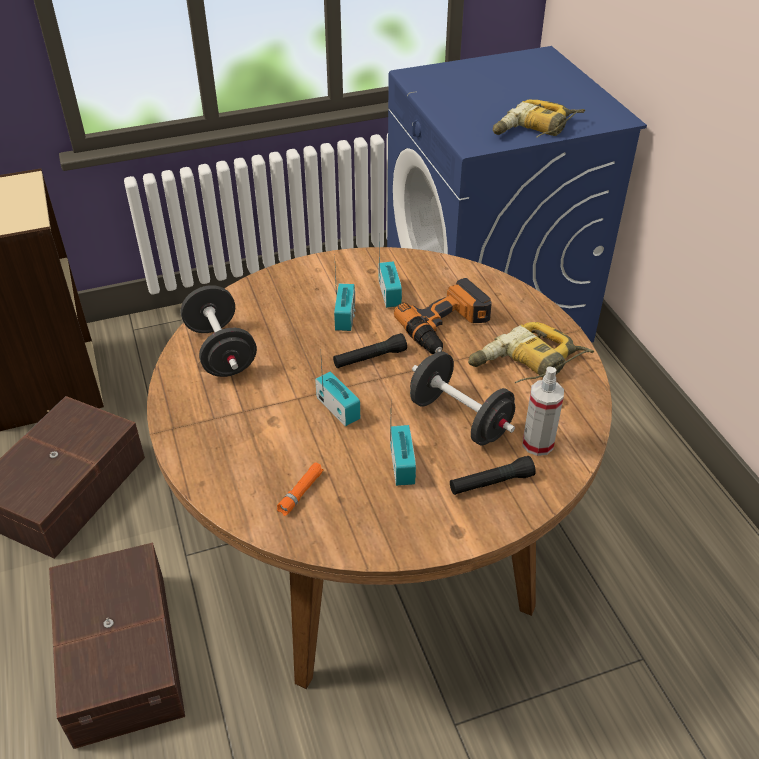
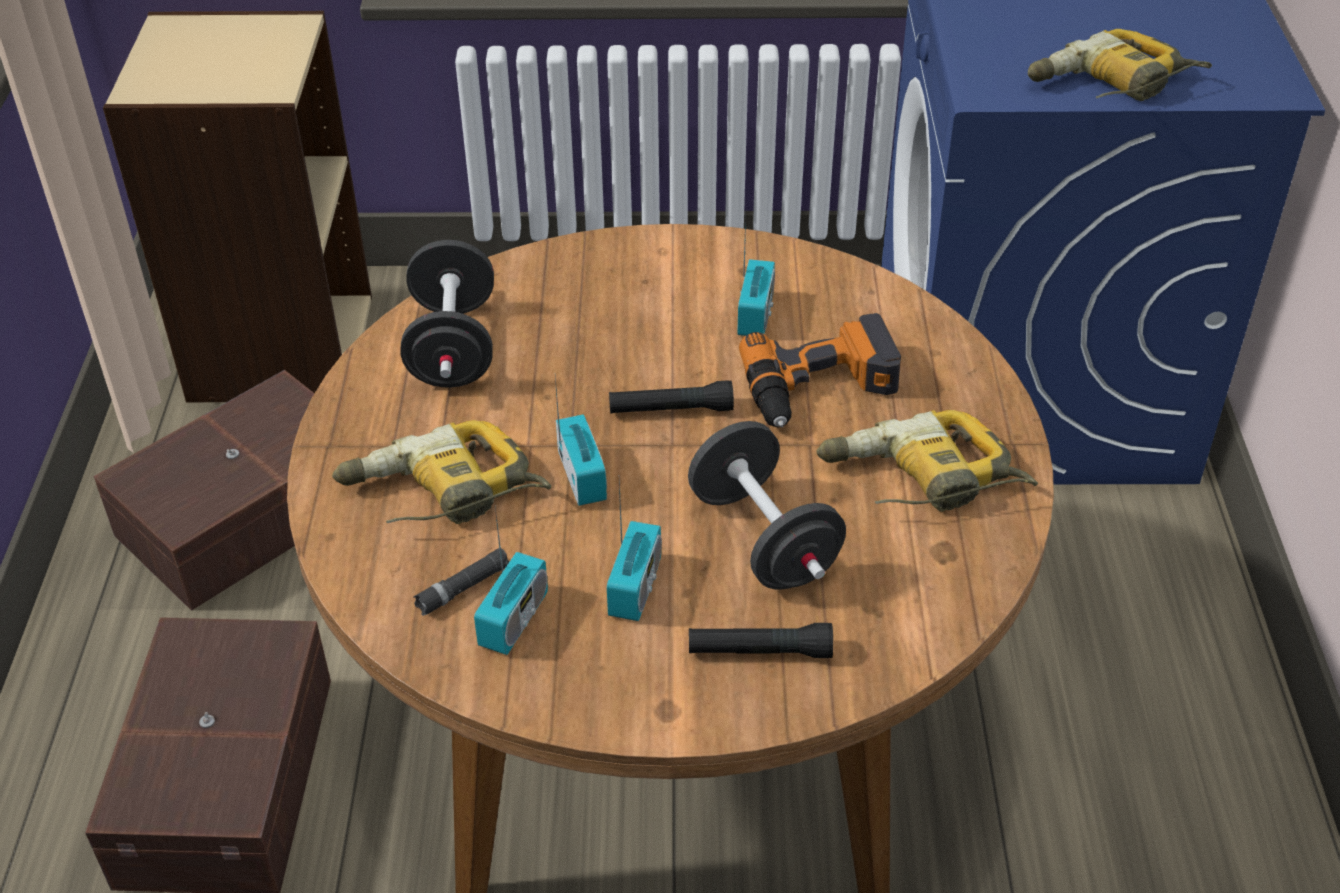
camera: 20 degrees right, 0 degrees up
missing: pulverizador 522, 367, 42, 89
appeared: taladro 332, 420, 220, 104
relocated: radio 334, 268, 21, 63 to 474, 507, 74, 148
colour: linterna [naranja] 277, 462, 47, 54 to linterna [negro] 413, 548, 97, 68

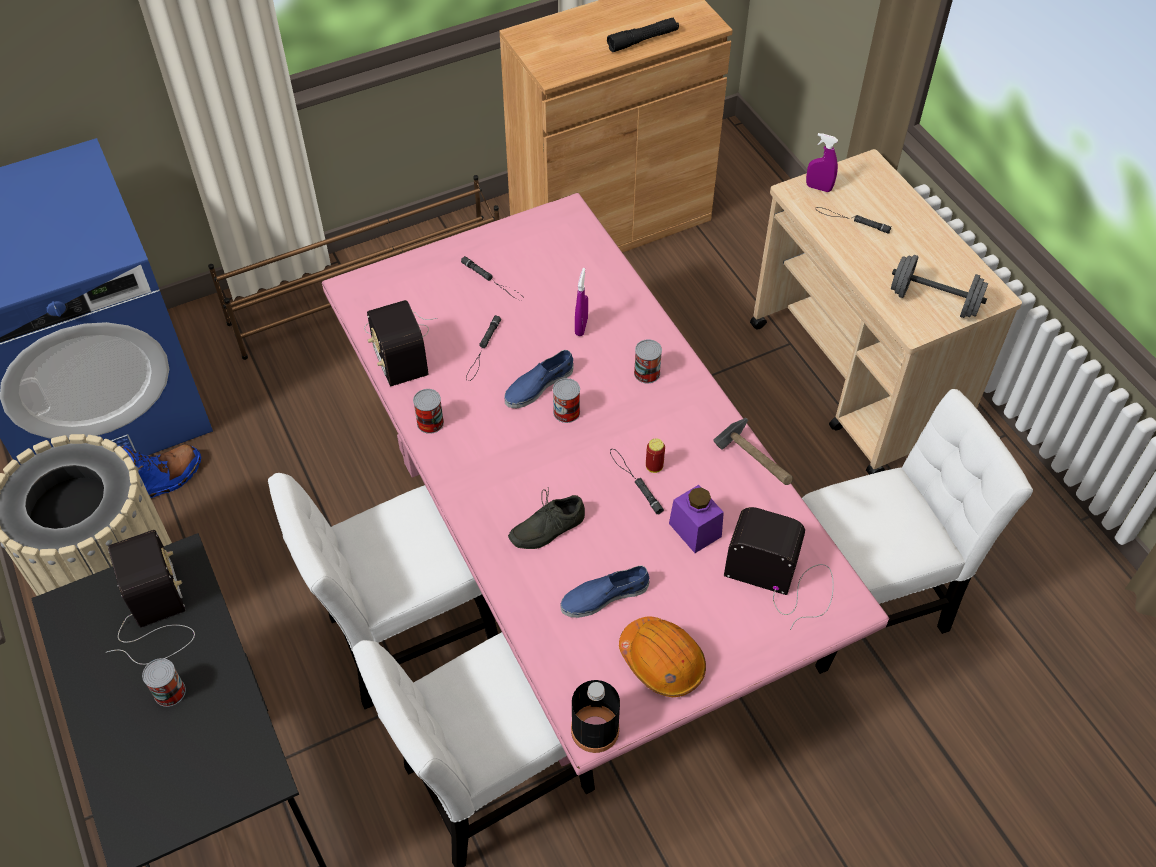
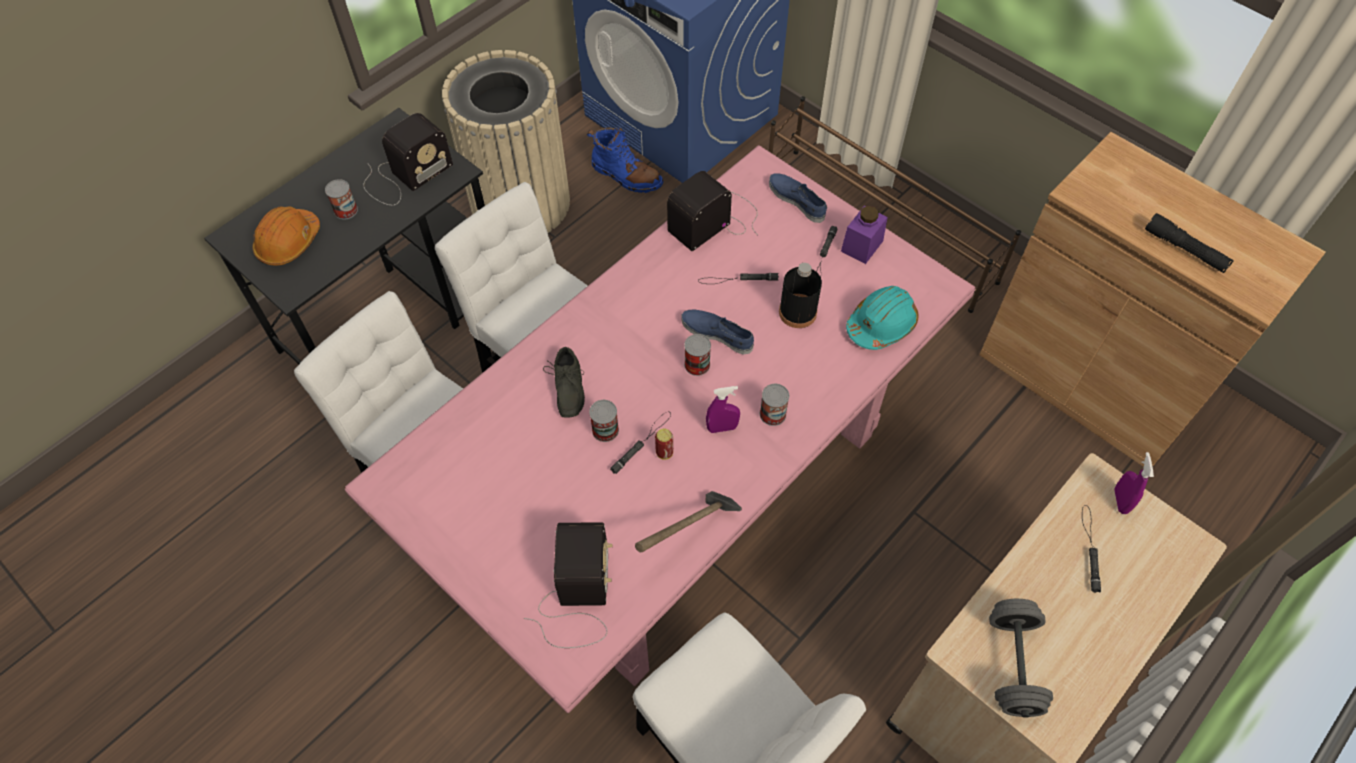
camera: 70 degrees right, 5 degrees up
appeared: casco [turquesa] 846, 286, 73, 64
relocated: casco [naranja] 619, 616, 87, 81 to 253, 206, 67, 59; lata 413, 389, 31, 45 to 589, 400, 30, 42; pulverizador [morado] 575, 268, 13, 68 to 706, 386, 34, 47; zapato [azul] 560, 565, 89, 53 to 769, 173, 58, 50; botella [negro] 571, 680, 49, 73 to 779, 263, 43, 65; tarro [morado] 669, 485, 55, 68 to 841, 206, 47, 58
spun: zapato [gris] 508, 487, 77, 62 = 543, 347, 42, 70 135 degrees counterclockwise

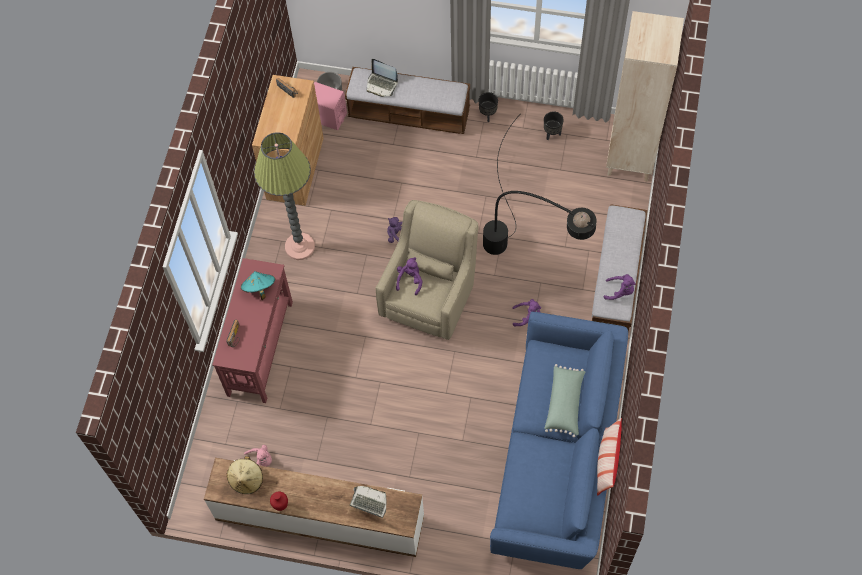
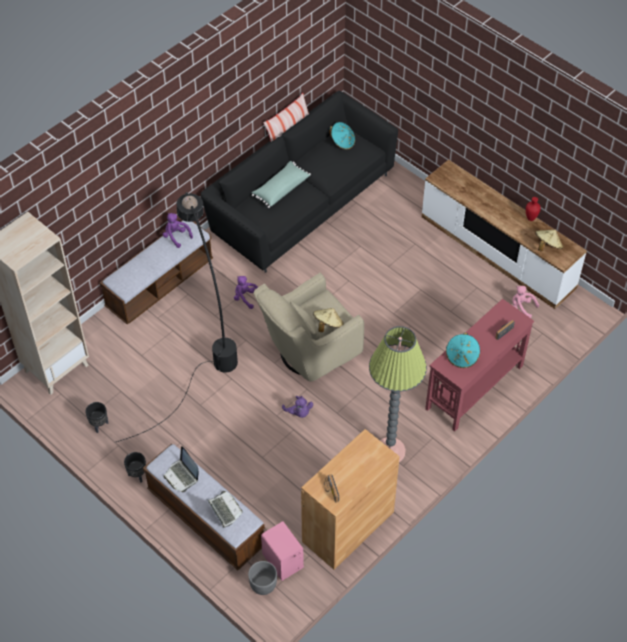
camera: 150 degrees left, 10 degrees down
appeared: sombrero [turquesa] 329, 122, 26, 28
relocated: portátil 350, 486, 36, 32 to 164, 446, 35, 46
exchanged: peluche [morado] 396, 257, 27, 38 to sombrero [beis] 313, 308, 31, 24
colour: sofá [azul] 490, 312, 138, 257 to sofá [negro] 201, 91, 197, 182

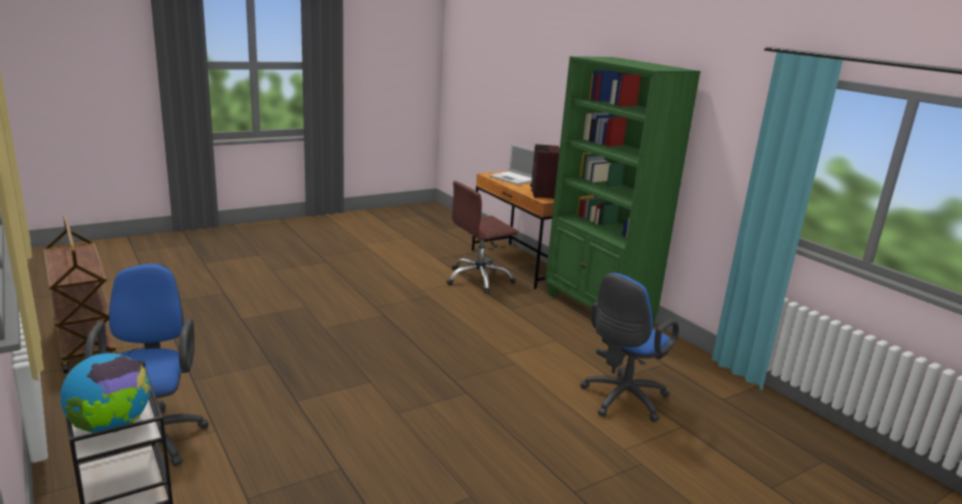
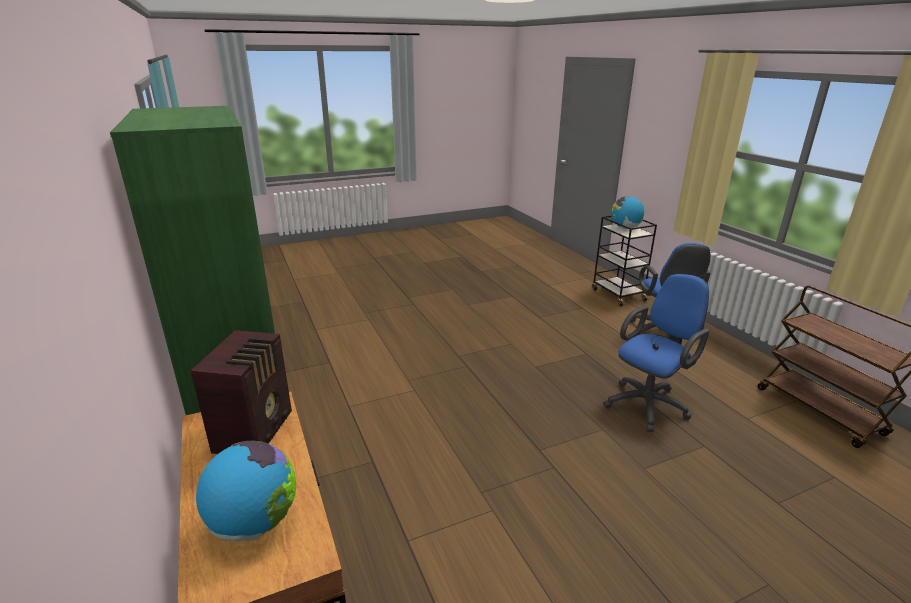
camera: 170 degrees left, 5 degrees up
missing: silla de oficina [marrón] 447, 181, 70, 113
relocated: silla de oficina [azul] 580, 273, 99, 149 to 603, 274, 106, 158
exchanged: portátil 490, 144, 44, 41 to globo terráqueo 196, 441, 100, 100

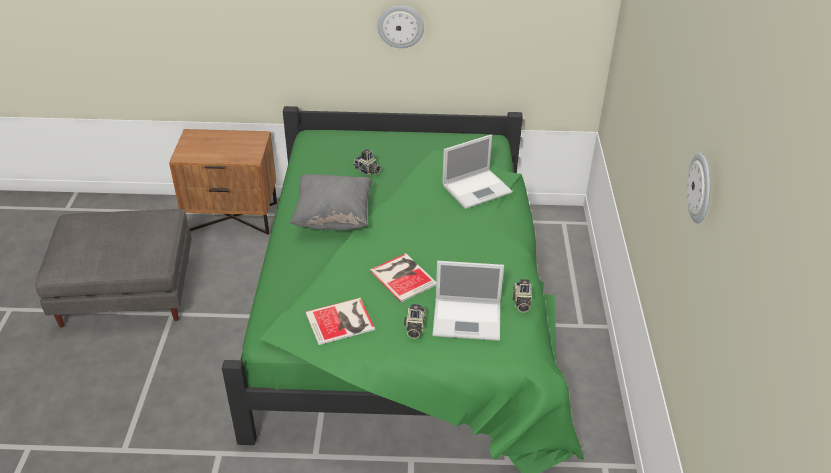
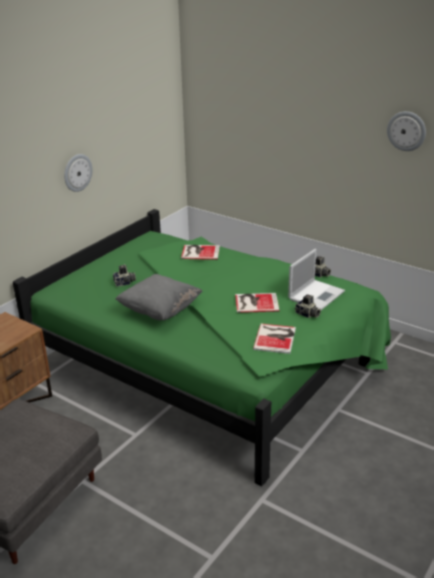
camera: 55 degrees left, 10 degrees down
exchanged: portátil 442, 135, 71, 74 to libro 181, 245, 39, 15

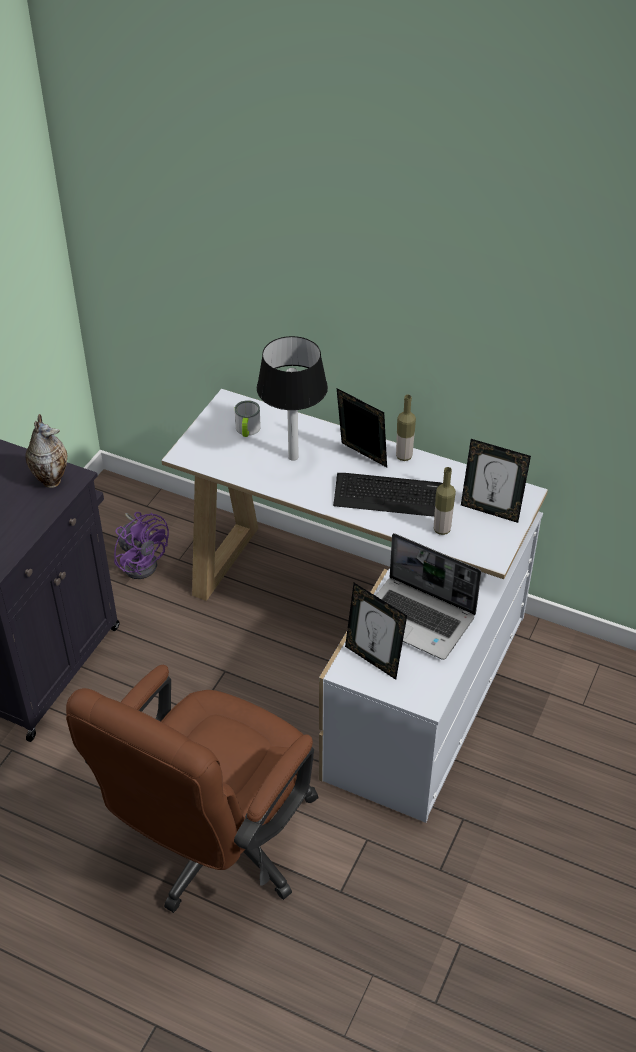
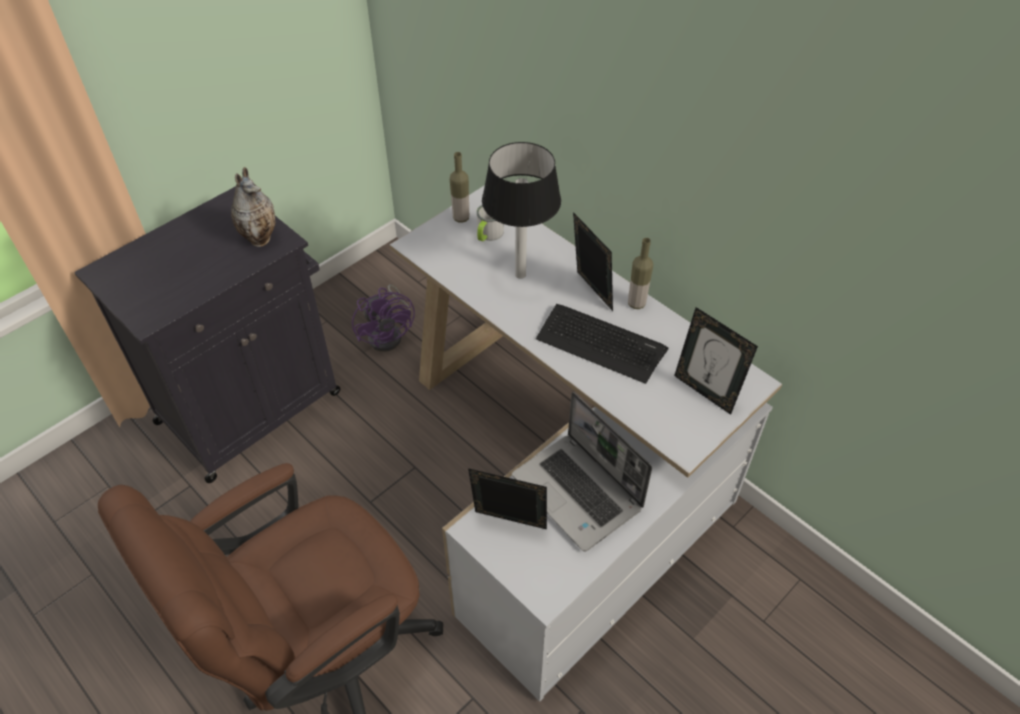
camera: 20 degrees right, 5 degrees up
relocated: botella 434, 467, 22, 68 to 450, 152, 19, 71
spun: portarretratos 345, 583, 62, 97 = 468, 468, 79, 61 135 degrees clockwise

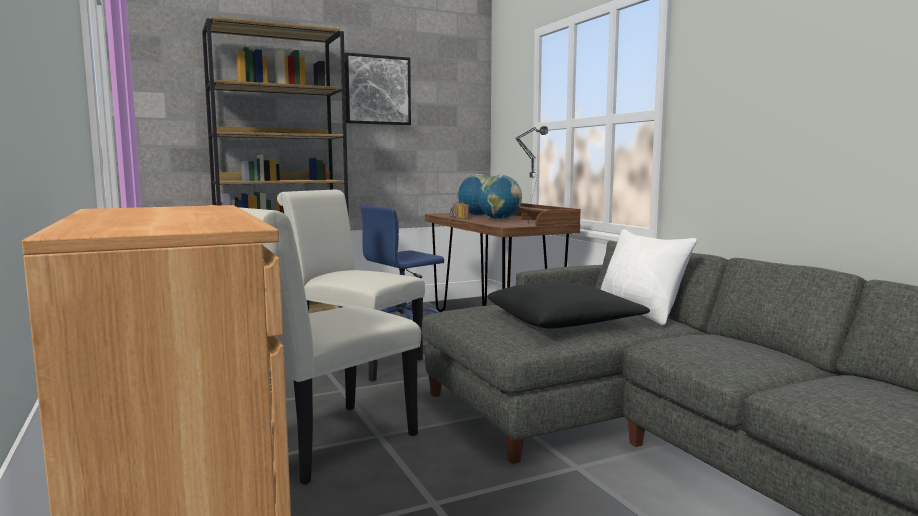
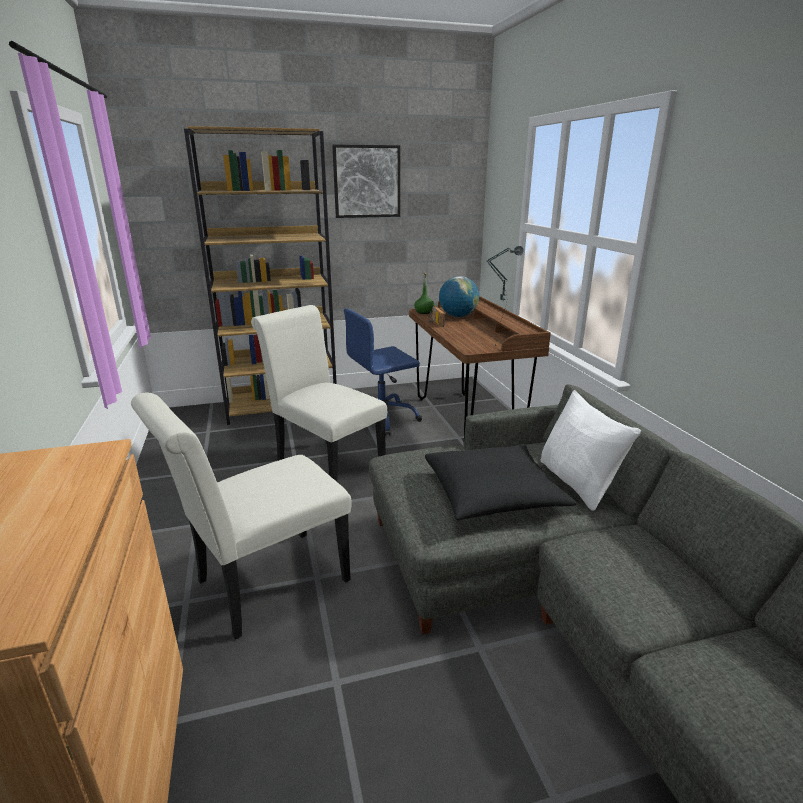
camera: 10 degrees right, 15 degrees up
missing: globo terráqueo 478, 175, 44, 45
appeared: botella [verde] 414, 273, 21, 41

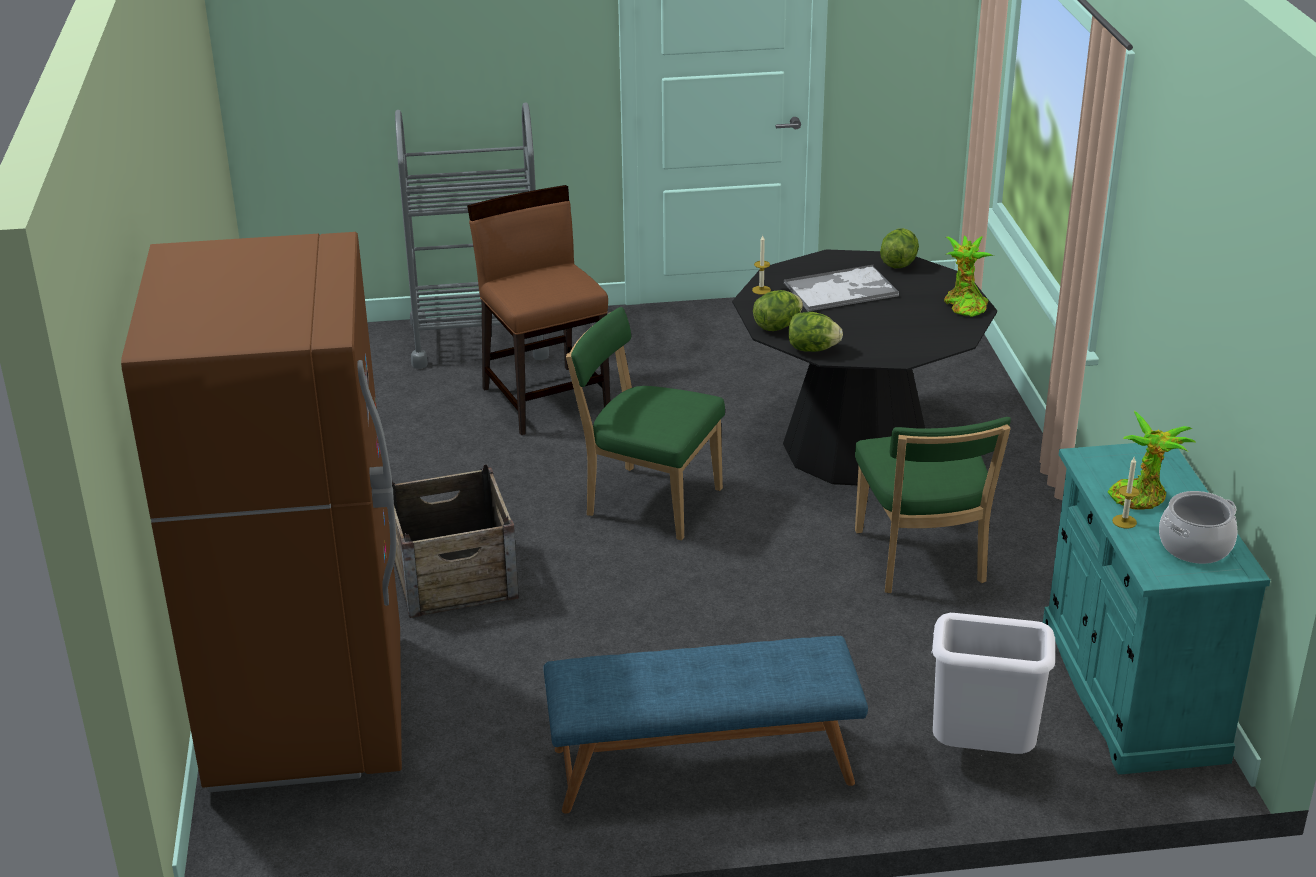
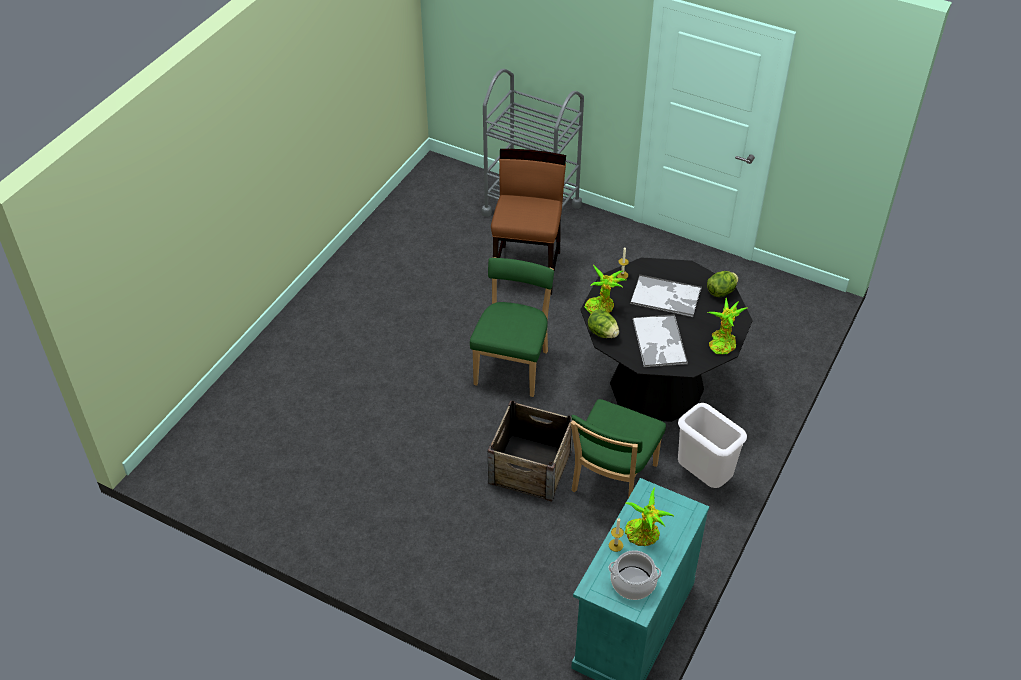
camera: 35 degrees right, 15 degrees up
missing: nevera [marrón] 121, 232, 281, 560; banco [azul] 544, 636, 324, 178
appeared: bandeja 632, 314, 56, 54
relocated: caja de embalaje 387, 464, 132, 154 to 488, 400, 85, 102; papelera [blanco] 931, 613, 124, 141 to 678, 403, 69, 85
exchanged: lechuga 753, 290, 50, 41 to planta en maceta 584, 265, 42, 49
spun: silla [verde] 566, 307, 159, 233 = 470, 257, 84, 140 45 degrees clockwise

